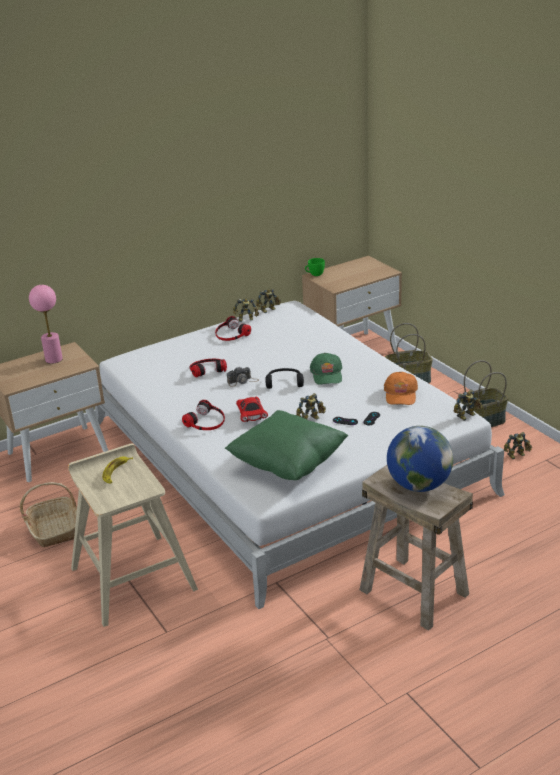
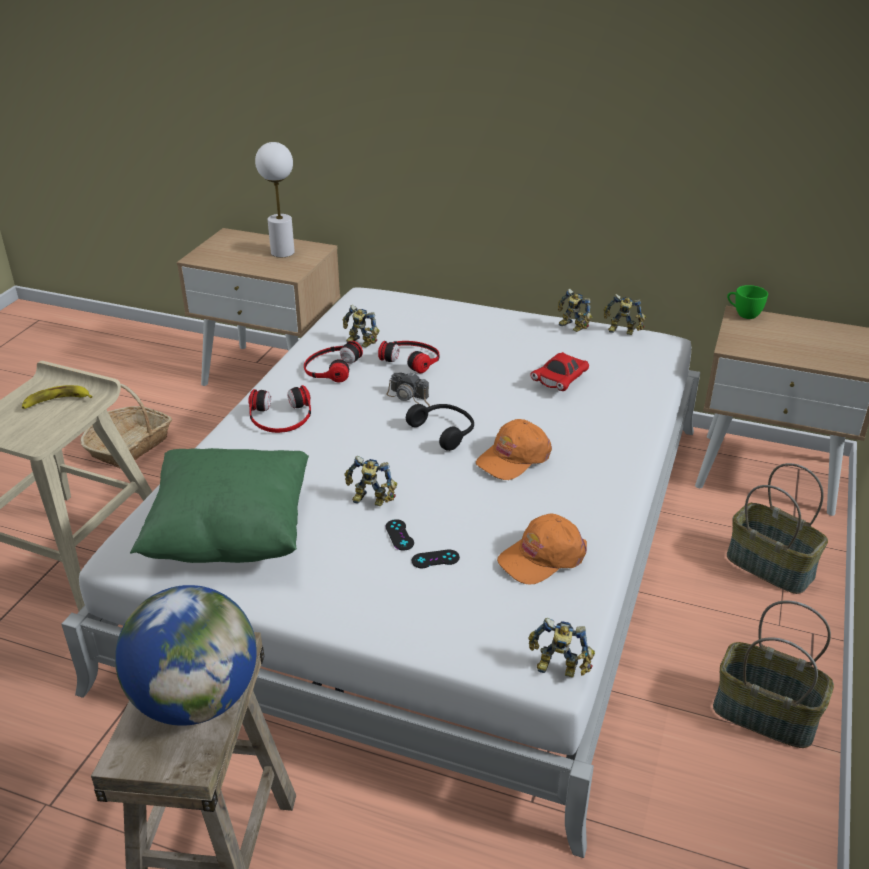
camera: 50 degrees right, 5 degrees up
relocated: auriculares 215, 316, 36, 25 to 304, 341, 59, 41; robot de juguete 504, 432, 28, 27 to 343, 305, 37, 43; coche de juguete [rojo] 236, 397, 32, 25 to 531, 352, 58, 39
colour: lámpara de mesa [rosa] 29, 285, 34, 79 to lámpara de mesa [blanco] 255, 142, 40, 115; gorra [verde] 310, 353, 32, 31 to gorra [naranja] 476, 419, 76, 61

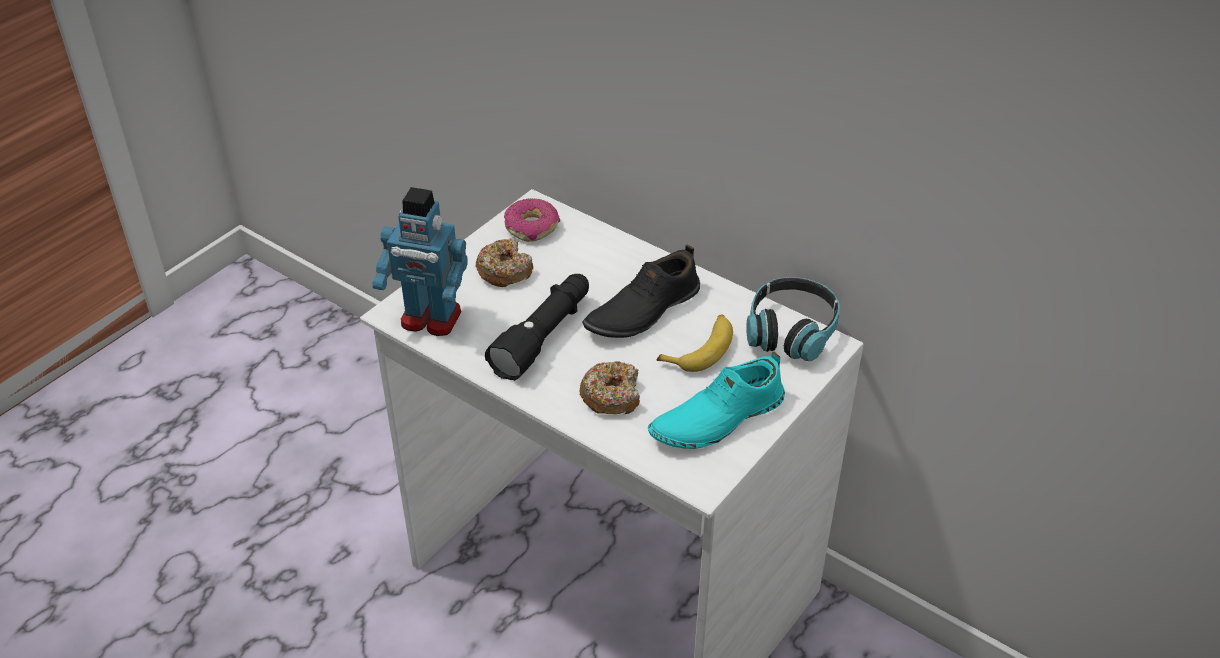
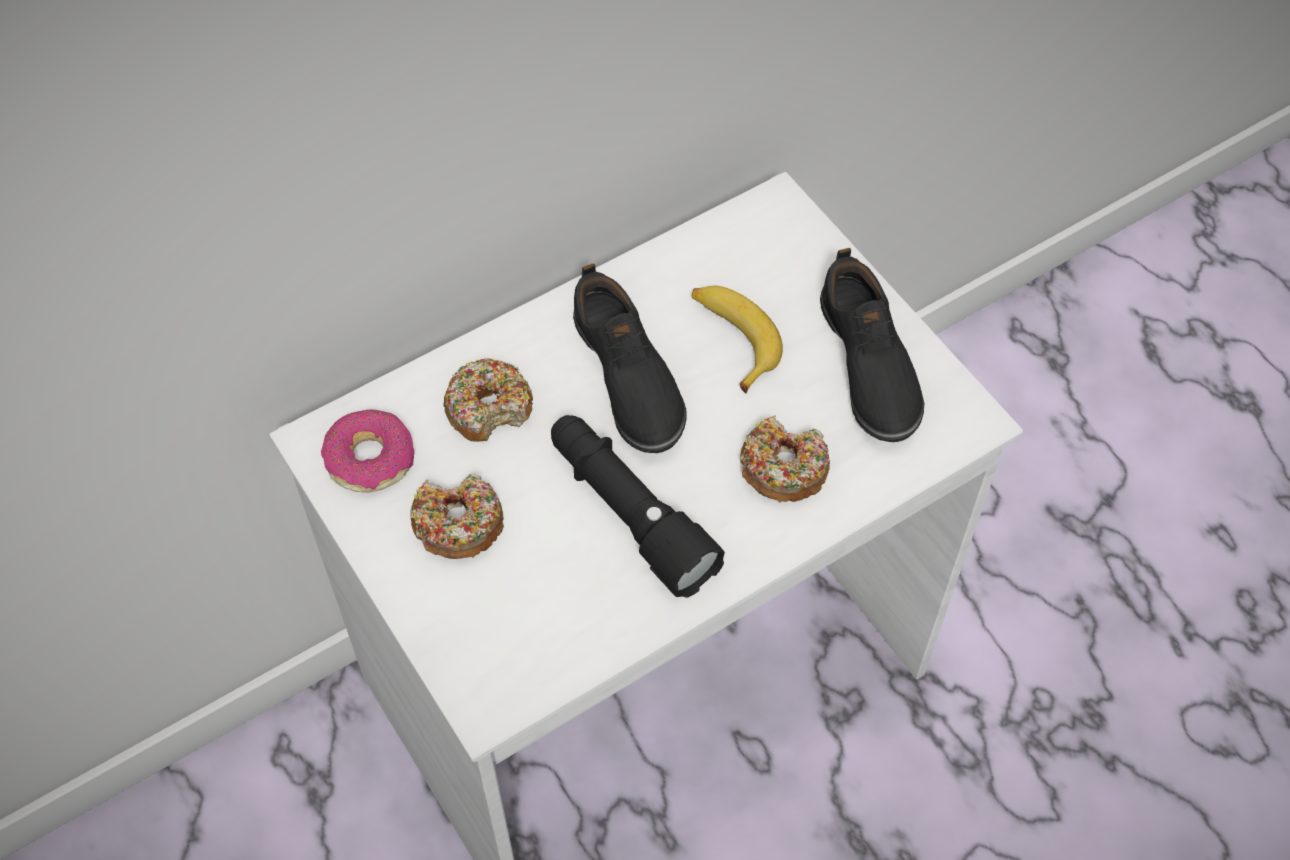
camera: 70 degrees left, 15 degrees up
missing: robot de juguete 372, 187, 96, 149; auriculares 746, 277, 94, 84
appeared: rosquilla 443, 358, 90, 84
colour: zapato [turquesa] 648, 351, 137, 98 to zapato [negro] 820, 248, 104, 194

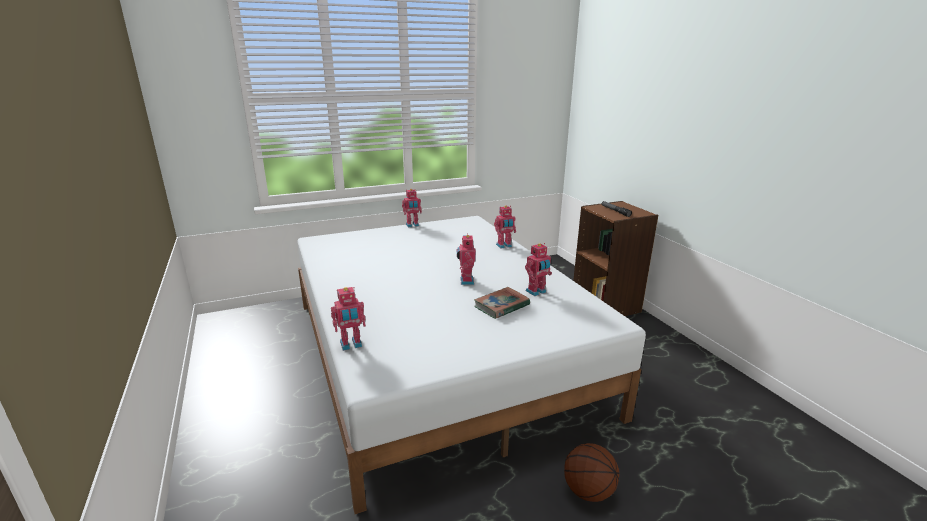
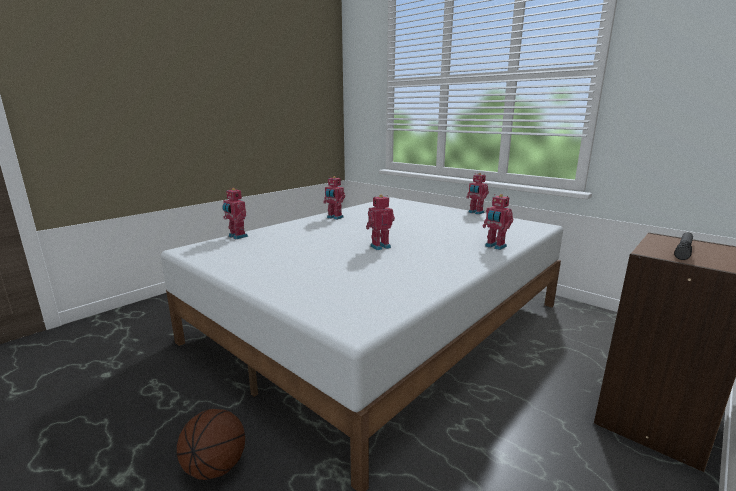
camera: 65 degrees right, 5 degrees down
missing: libro 474, 287, 56, 32
relocated: robot de juguete 525, 243, 27, 53 to 323, 176, 22, 44

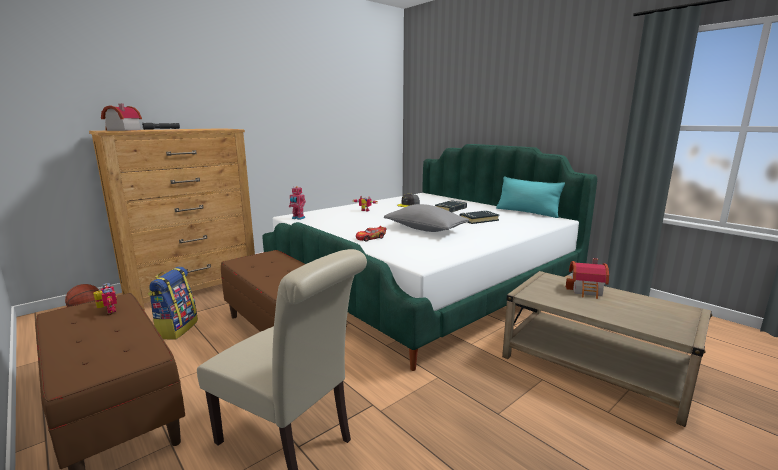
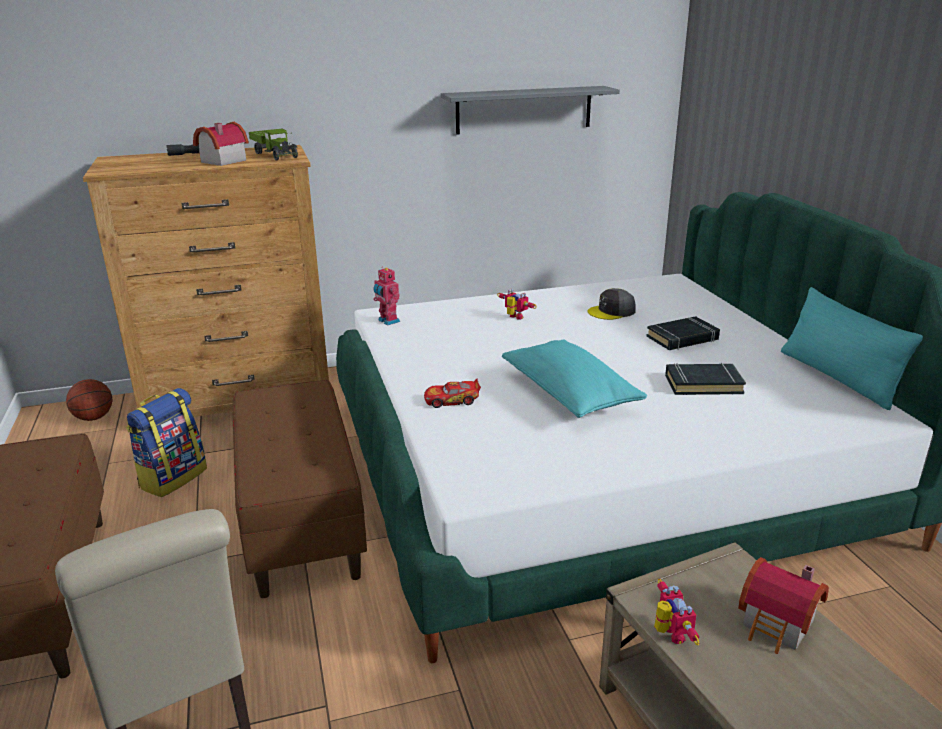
camera: 25 degrees right, 10 degrees up
appeared: camión de juguete 249, 129, 49, 32; estante [gris] 441, 86, 179, 49
relocated: casita 101, 104, 41, 27 to 193, 122, 56, 44; robot de juguete 93, 283, 24, 30 to 654, 579, 45, 66
colour: cojín [gris] 384, 204, 85, 28 to cojín [turquesa] 502, 339, 145, 79

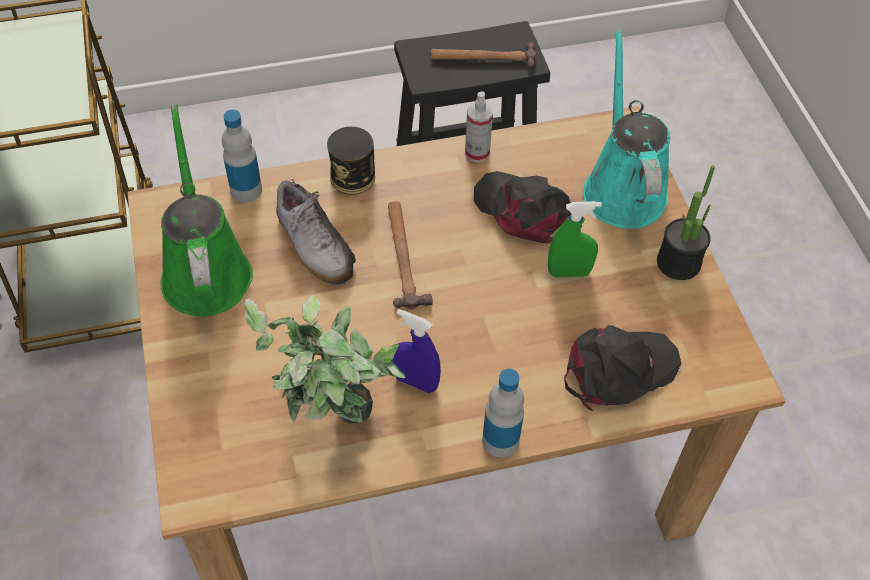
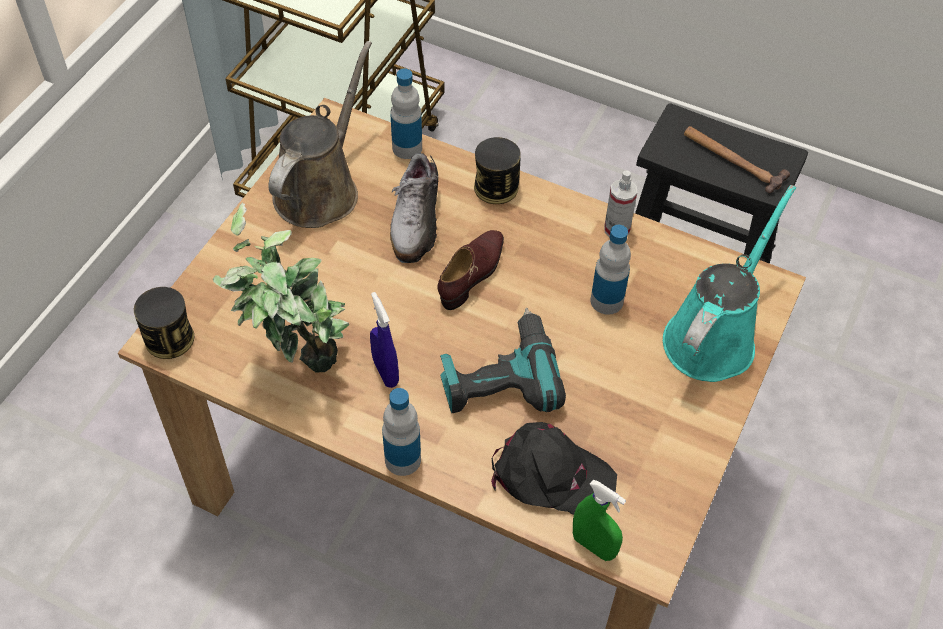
camera: 40 degrees right, 0 degrees up
missing: planta en maceta 657, 165, 58, 115
appeared: lata 134, 287, 60, 72; taladro 440, 308, 126, 105
relocated: pulverizador [verde] 548, 201, 54, 76 to 573, 479, 53, 82
exchanged: martillo 388, 202, 45, 108 to zapato [marrón] 437, 230, 67, 80; gorra [negro] 474, 171, 97, 73 to botella 590, 225, 41, 90
colour: regadera [verde] 161, 104, 92, 213 to regadera [marrón] 268, 41, 104, 187

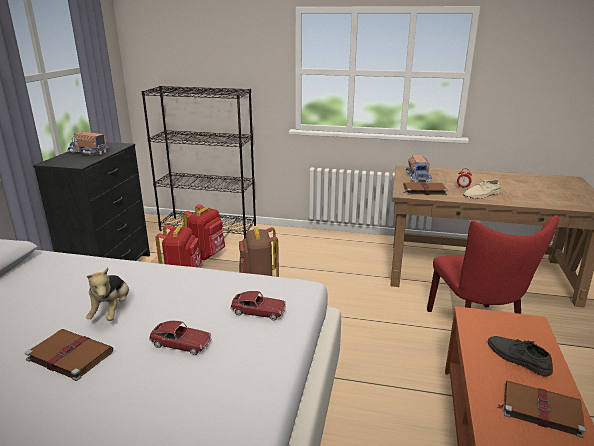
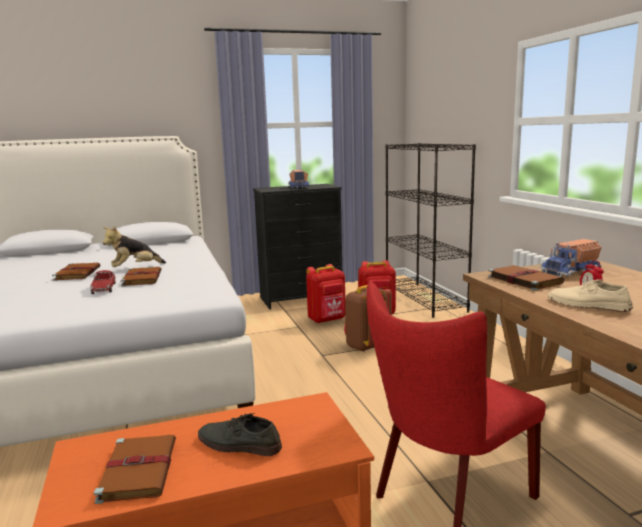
camera: 60 degrees right, 10 degrees down
missing: coche de juguete 230, 291, 56, 29
appeared: libro [marrón] 121, 267, 40, 20
spun: zapato [gris] 488, 336, 65, 41 = 198, 413, 84, 43 90 degrees counterclockwise

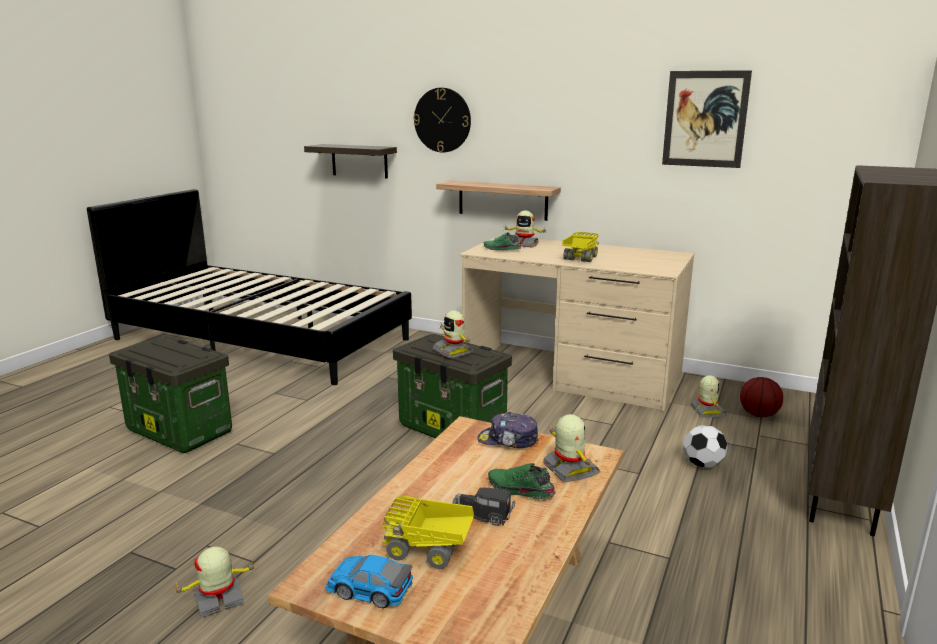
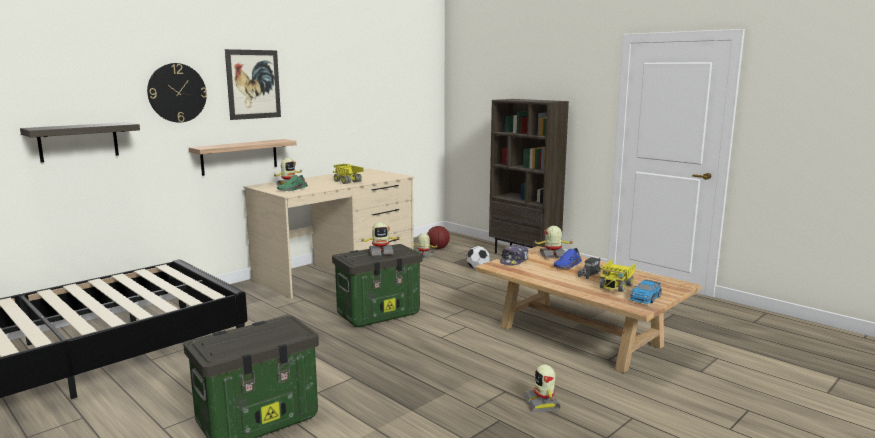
camera: 70 degrees left, 5 degrees down
relocated: cuadro 662, 70, 90, 98 to 225, 49, 56, 71
colour: zapato [verde] 488, 463, 68, 36 to zapato [azul] 554, 248, 28, 21

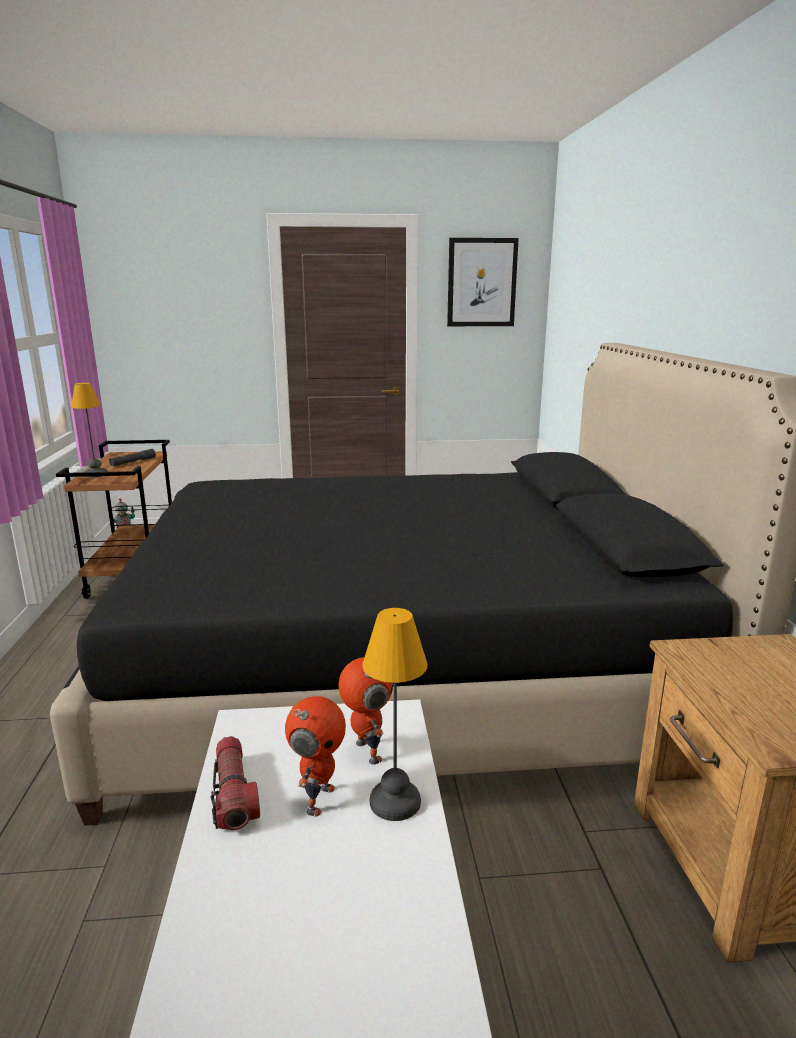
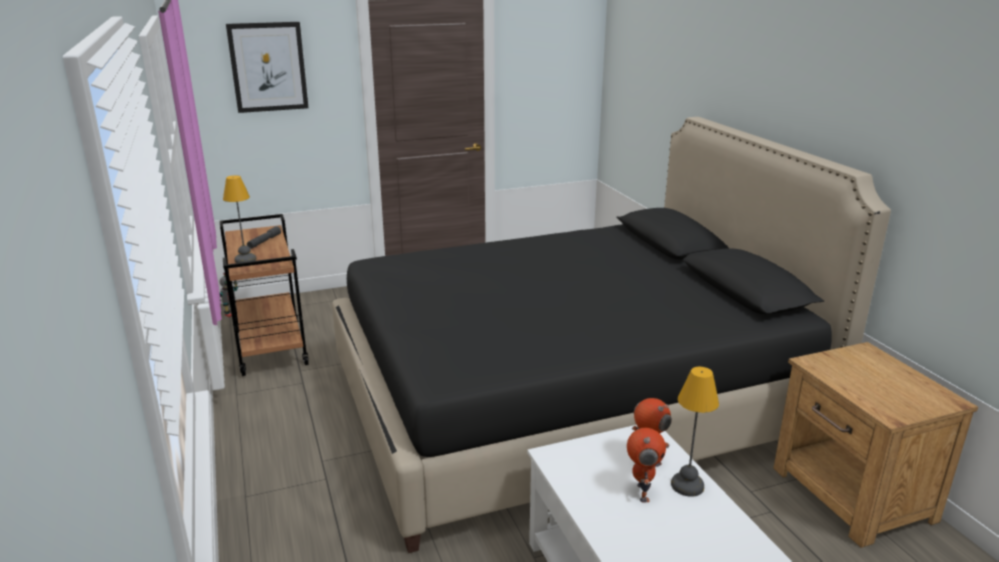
camera: 15 degrees left, 5 degrees up
missing: linterna 211, 736, 49, 94
relocated: cuadro 447, 238, 72, 88 to 226, 22, 83, 91

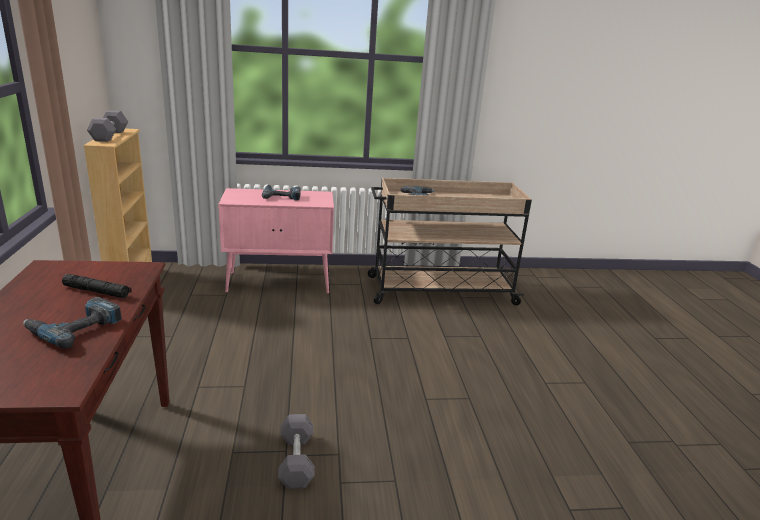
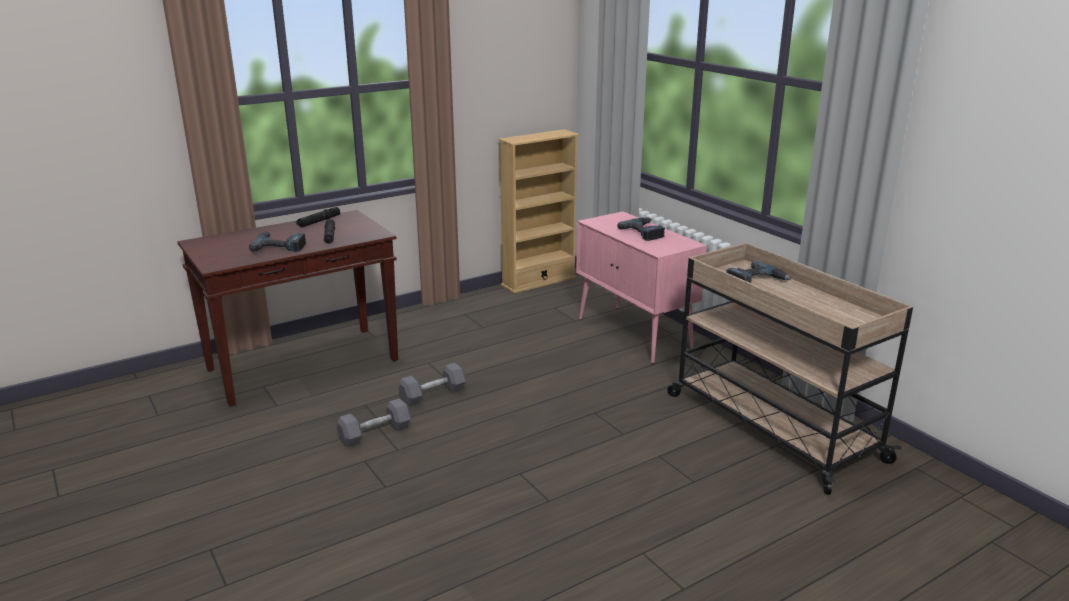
camera: 65 degrees right, 0 degrees up
appeared: linterna [negro] 296, 207, 44, 21
relocated: mancuerna [gris] 87, 110, 41, 32 to 399, 363, 67, 43

